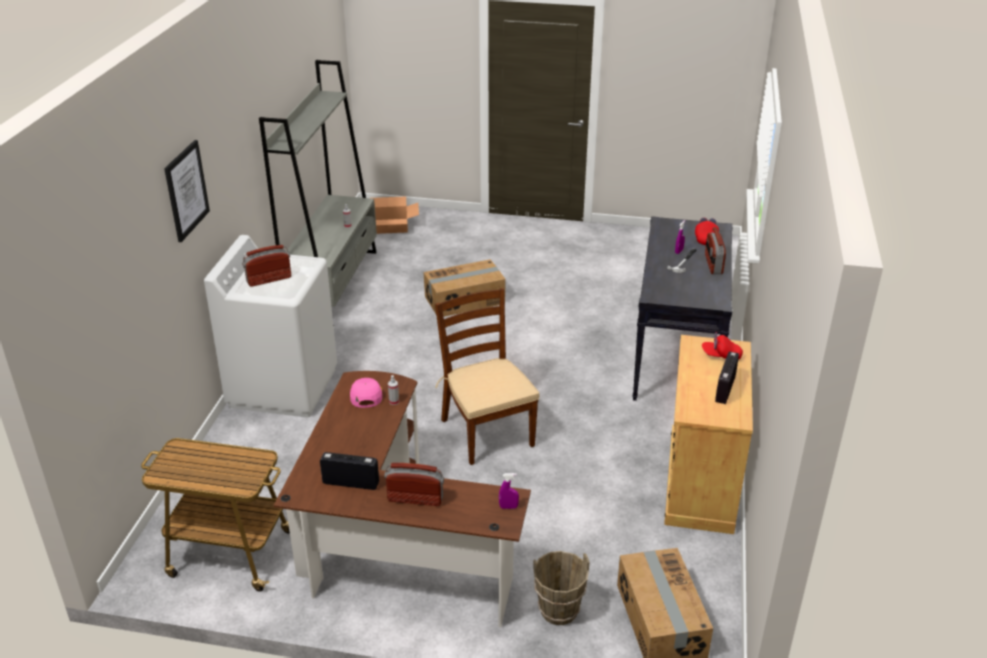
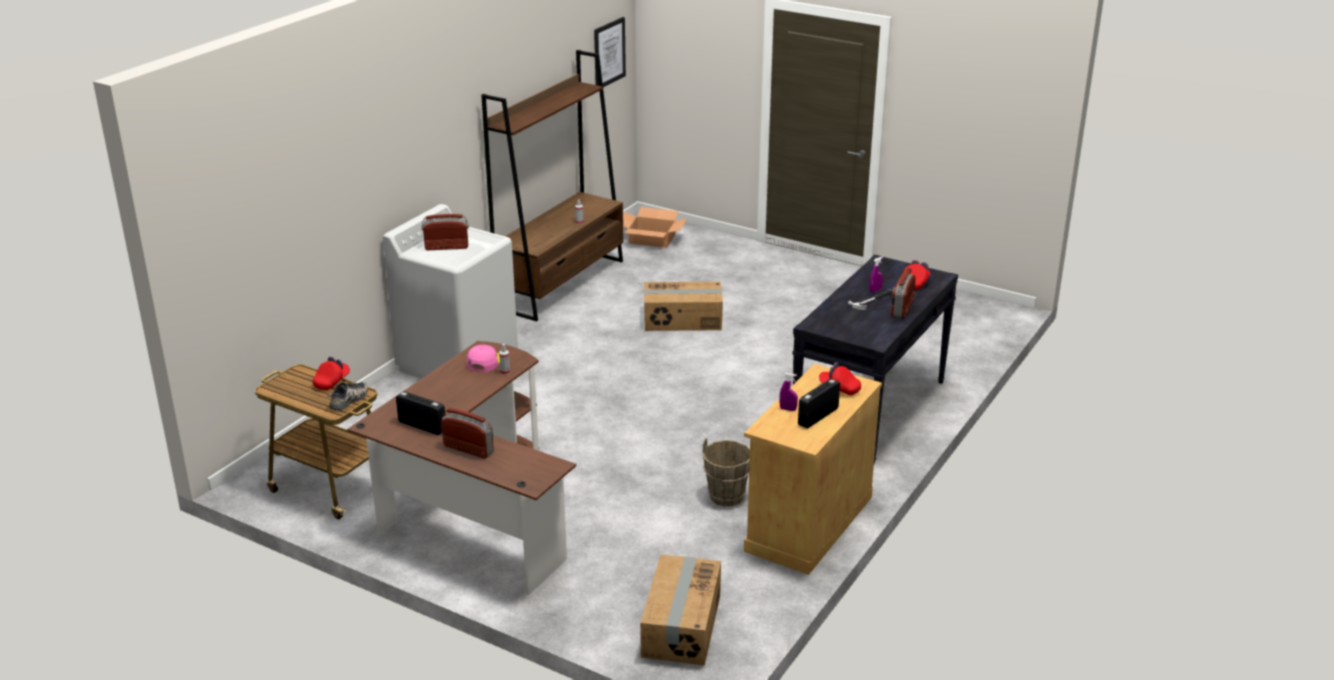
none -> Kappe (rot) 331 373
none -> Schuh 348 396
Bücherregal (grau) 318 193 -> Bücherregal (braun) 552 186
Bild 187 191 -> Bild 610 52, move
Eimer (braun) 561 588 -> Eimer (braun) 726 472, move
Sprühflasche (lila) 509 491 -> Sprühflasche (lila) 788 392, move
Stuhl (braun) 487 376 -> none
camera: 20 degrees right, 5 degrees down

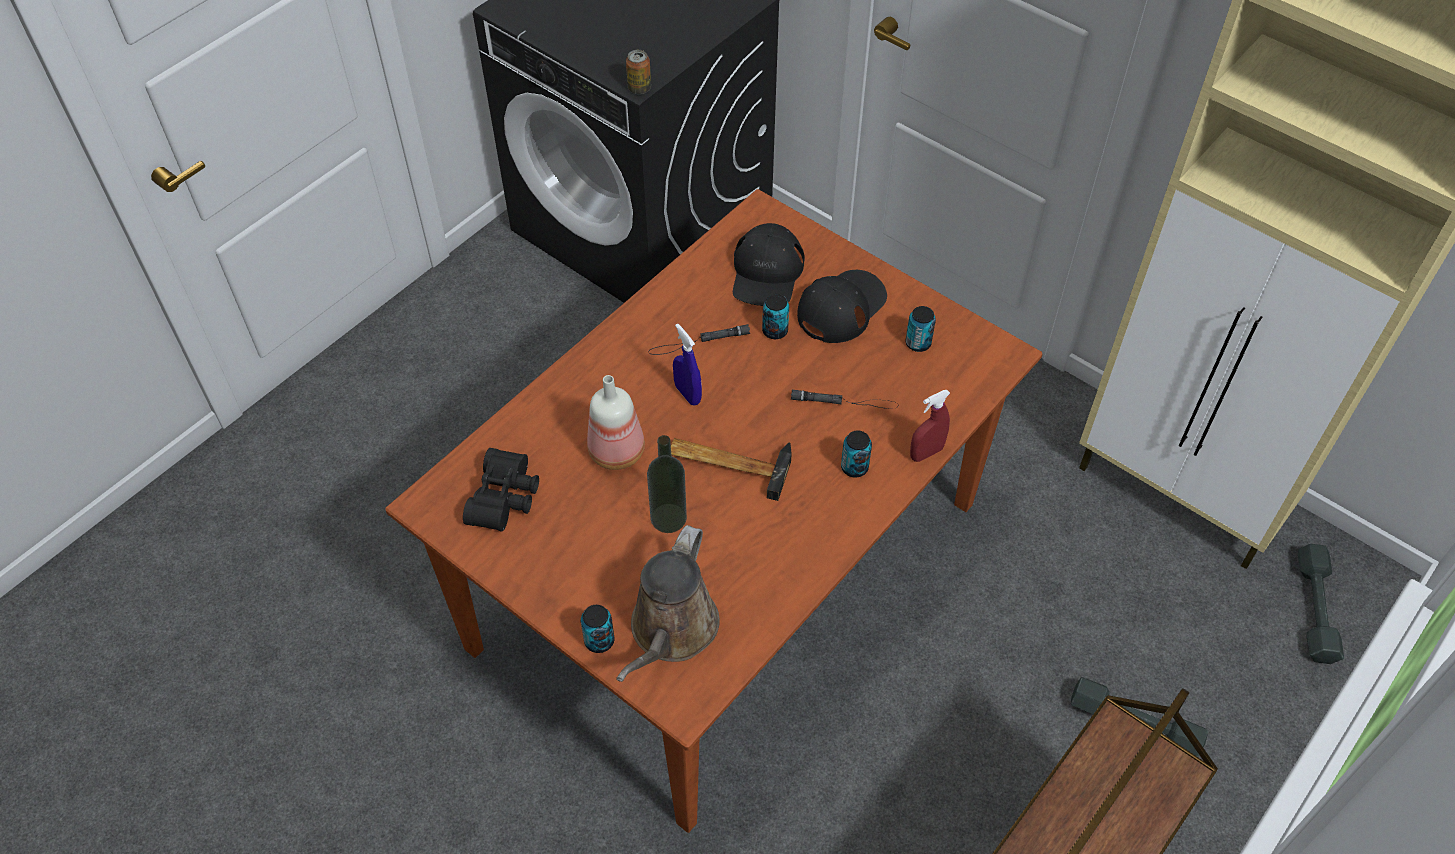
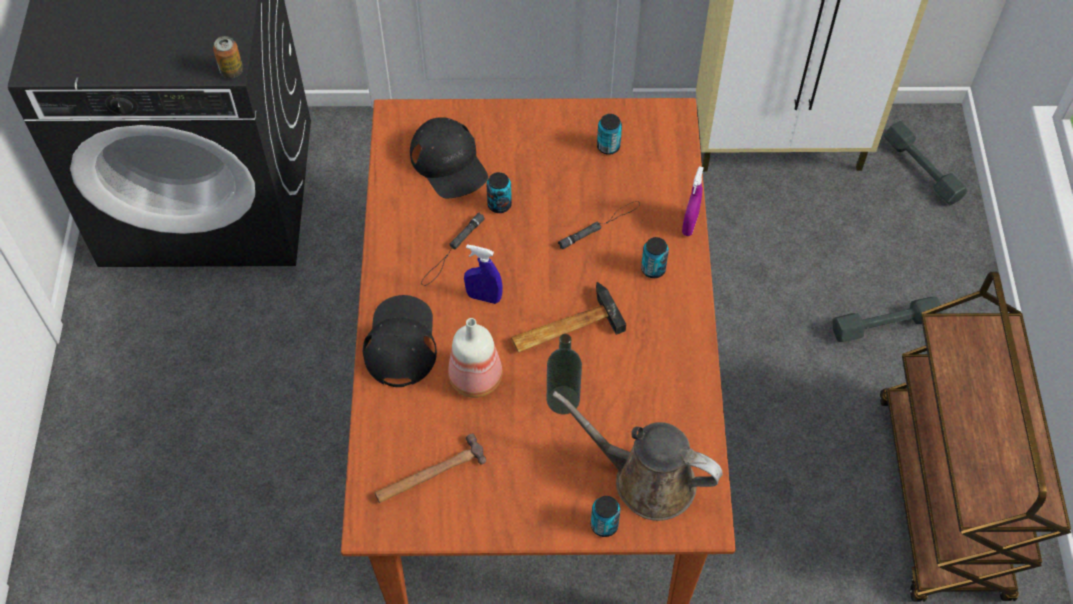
Kappe (schwarz) 842 306 -> Kappe (schwarz) 400 341, move
Fernglas (schwarz) 501 490 -> Hammer 430 468
Gießkanne (braun) 668 603 -> Gießkanne (braun) 637 456, 135 degrees clockwise
Sprühflasche (rot) 930 426 -> Sprühflasche (lila) 693 201
camera: 40 degrees left, 5 degrees up

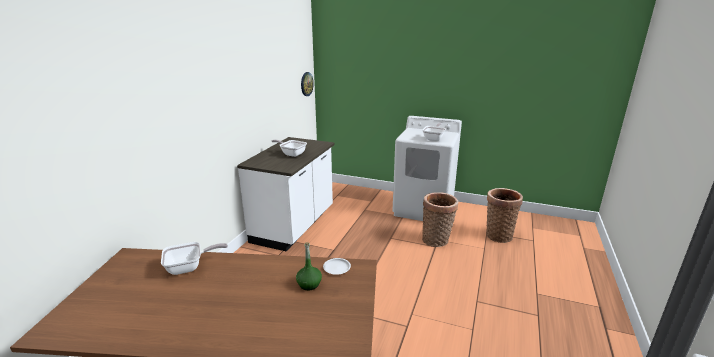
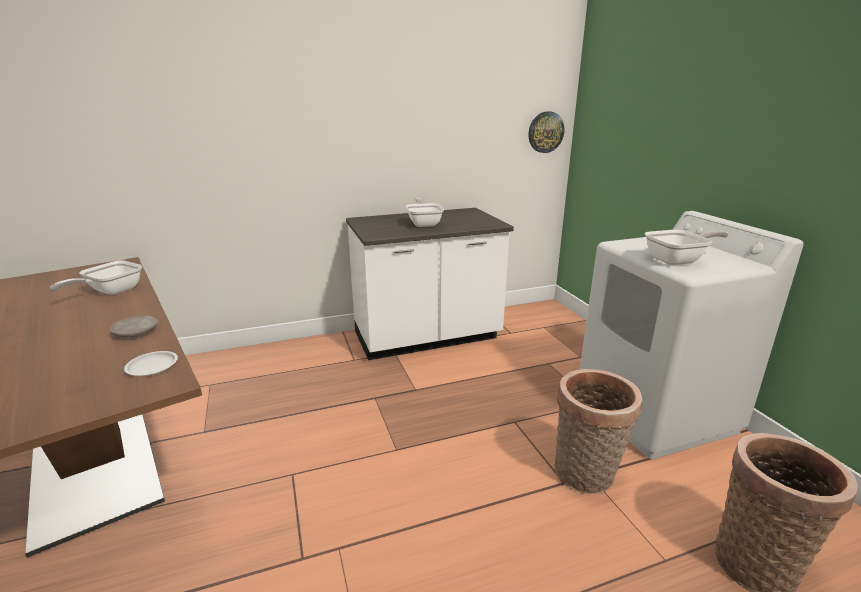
Pfanne 194 258 -> Pfanne 96 278, 90 degrees clockwise
none -> Teller (beige) 134 326
Flasche (grün) 309 266 -> none
camera: 50 degrees right, 0 degrees up

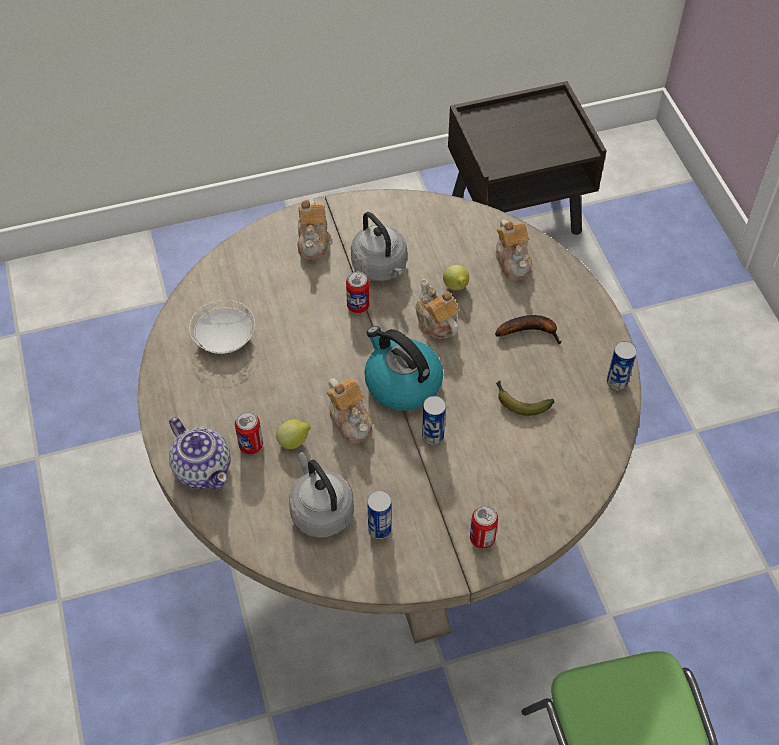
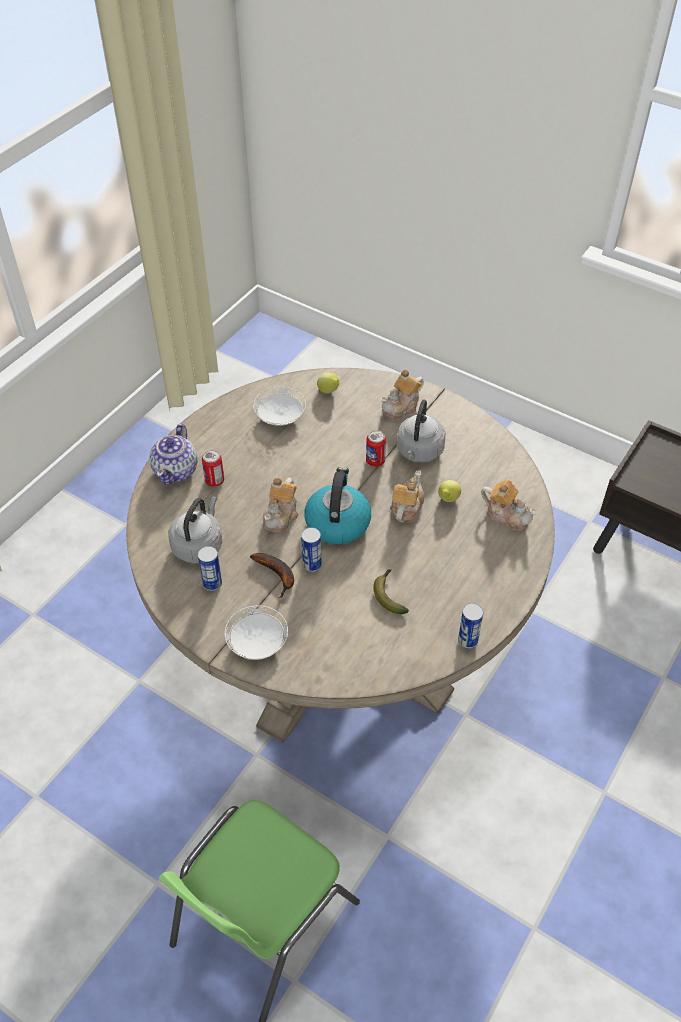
Dose 484 527 -> Teller (weiß) 256 633
Banane 528 329 -> Banane 272 575, move
Zitrone 293 434 -> Zitrone 328 383, move
Teekanne 514 250 -> Teekanne 509 505, 90 degrees counterclockwise
camera: 50 degrees right, 5 degrees down

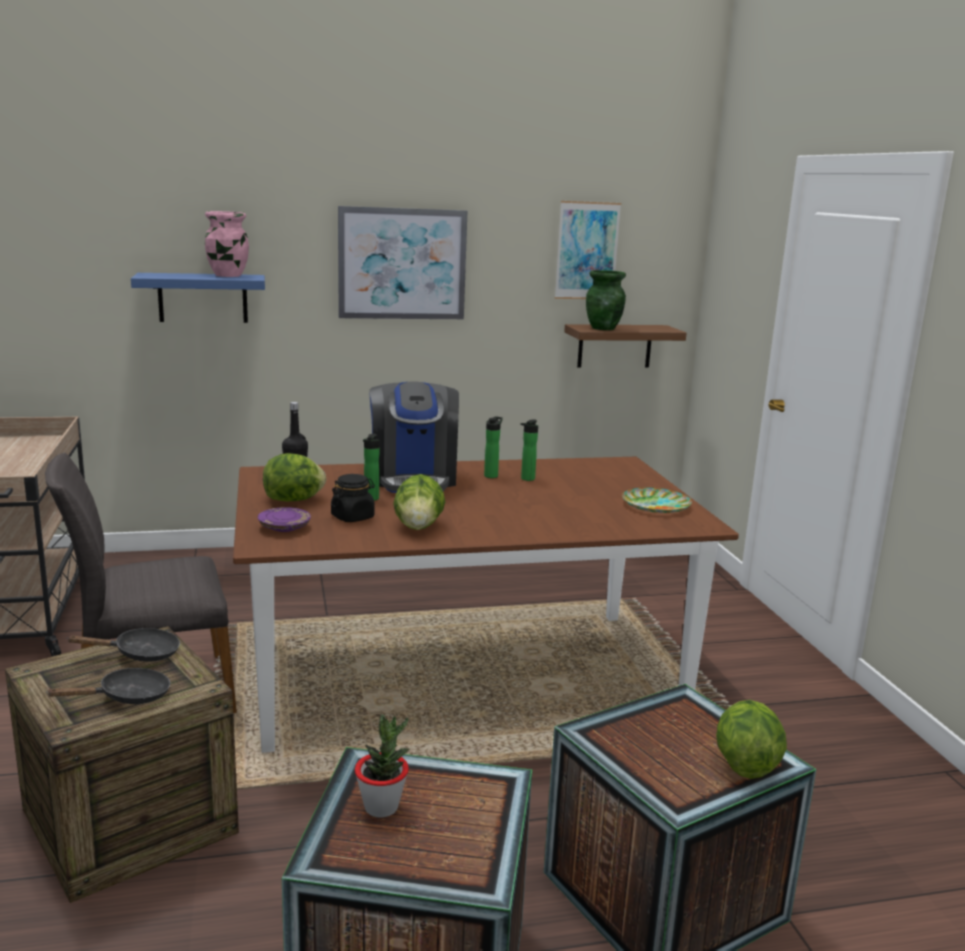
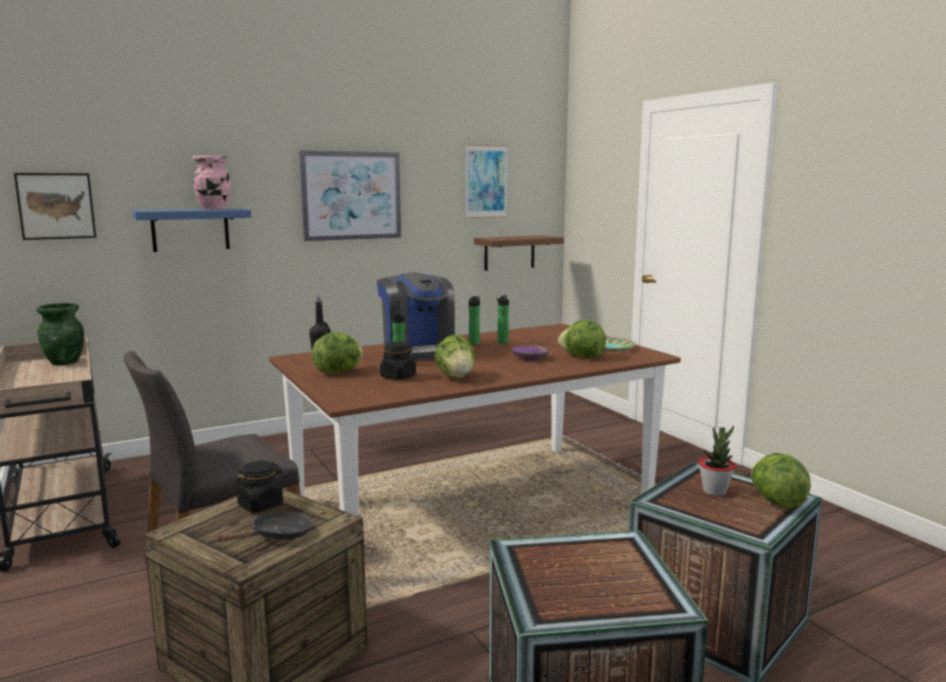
none -> Bild 55 206
Vase (grün) 606 300 -> Vase (grün) 60 334, move
Pfanne (schwarz) 123 645 -> Vorratsglas (schwarz) 259 486
Teller (lila) 284 520 -> Teller (lila) 530 353, move
none -> Salatkopf 582 339
Topfpflanze 382 765 -> Topfpflanze 717 461, move
camera: 15 degrees left, 5 degrees down

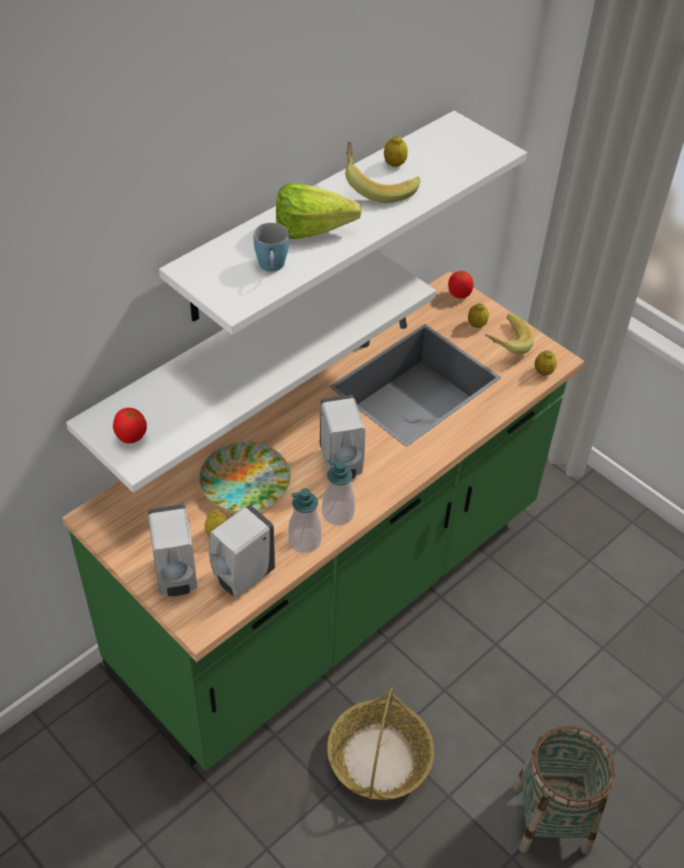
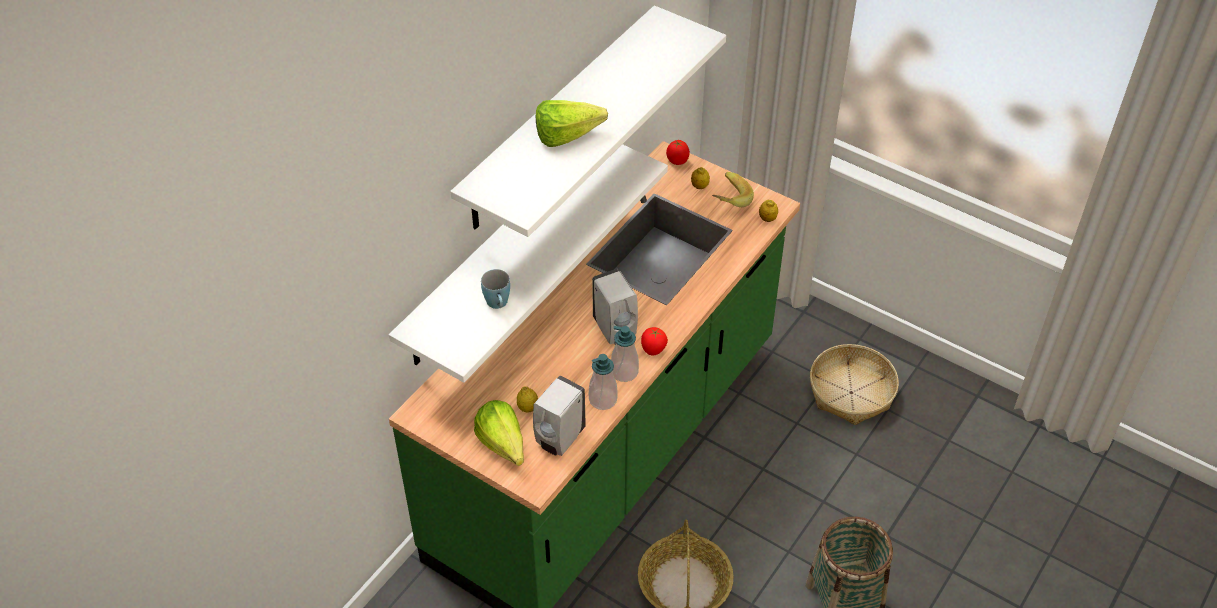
Seifenspender (weiß) 172 550 -> Salatkopf 499 433
Henkelbecher (blau) 271 247 -> Henkelbecher (blau) 495 289, move
Tomate 130 426 -> Tomate 654 341, move
none -> Korb 854 384
Teller 244 477 -> none
Banane 383 172 -> none
Zitrone 396 151 -> none
camera: 10 degrees left, 0 degrees up

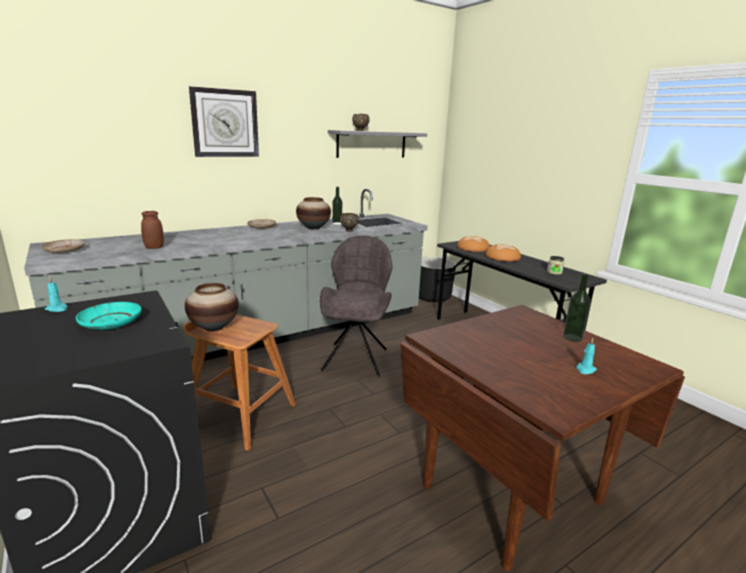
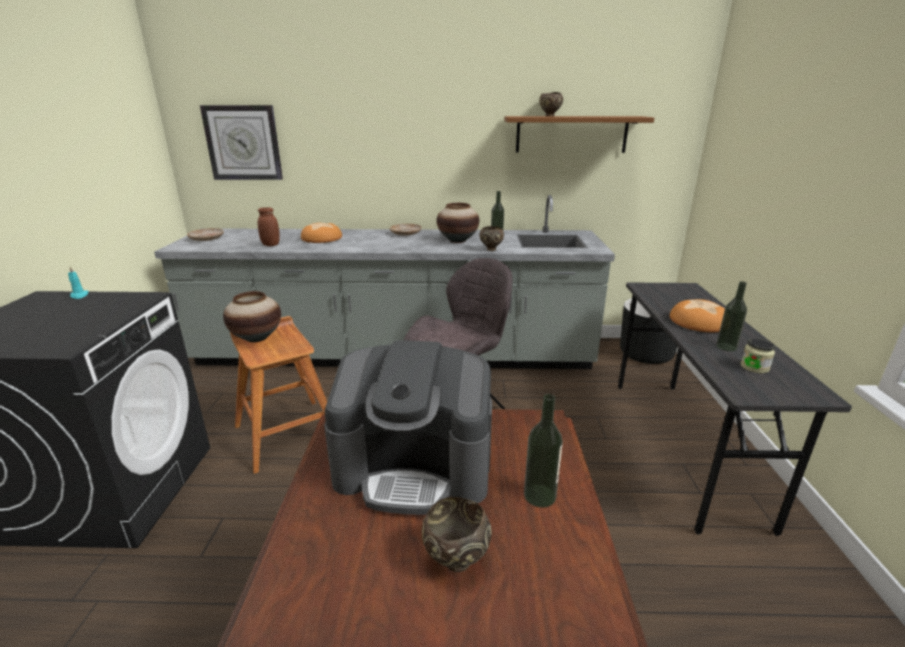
Wanduhr 224 121 -> Wanduhr 241 142, move
Brot 473 244 -> Brot 321 233, move
none -> Kaffeemaschine 408 427
Kerze (türkis) 586 356 -> Schüssel (braun) 457 534
Wandregal (grau) 377 144 -> Wandregal (braun) 579 134
none -> Flasche 731 316
Teller (türkis) 109 316 -> none
camera: 35 degrees right, 5 degrees up

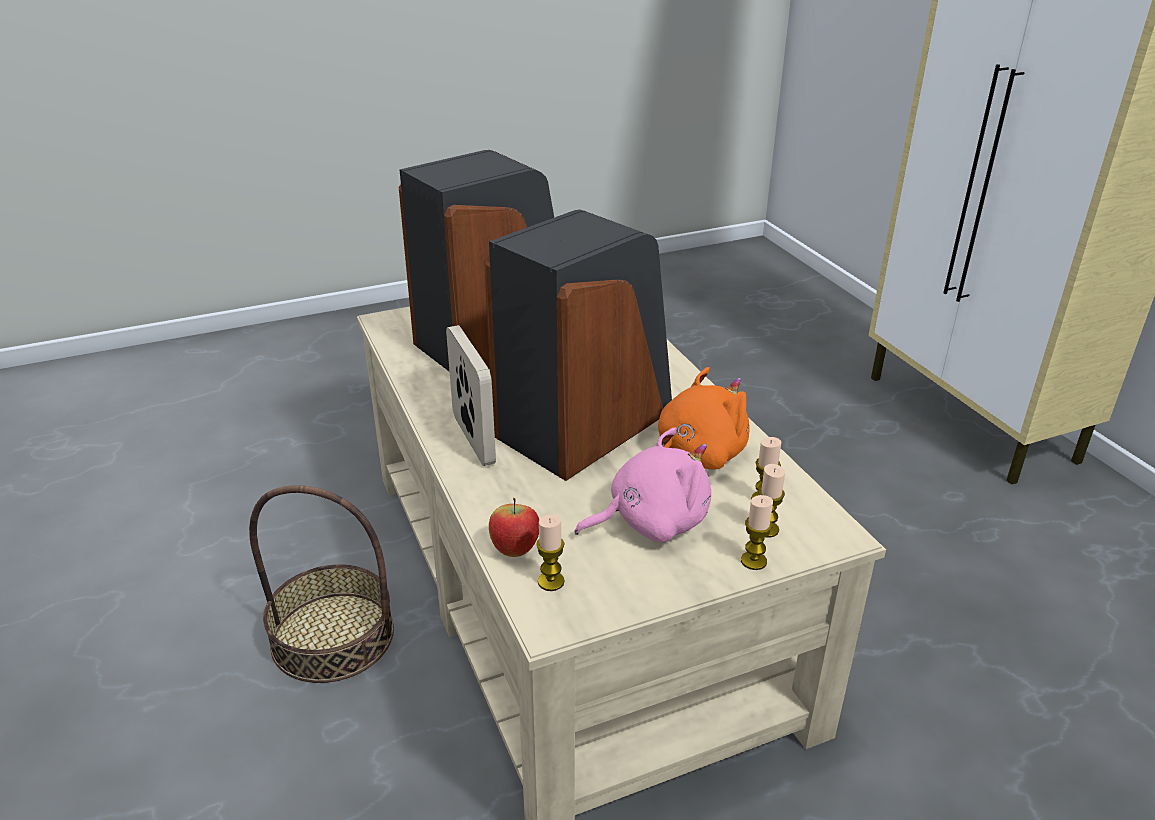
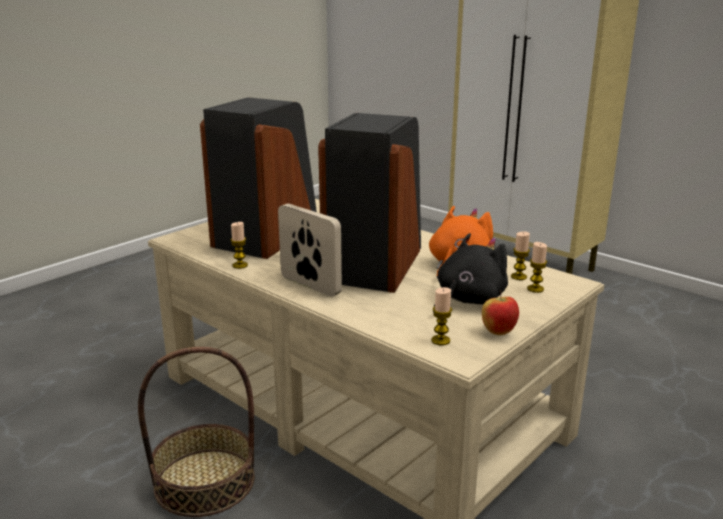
Kerze 757 532 -> Kerze 239 245, move
Plüschtier (rosa) 643 484 -> Plüschtier (schwarz) 470 273
Apfel 514 527 -> Apfel 500 312, move
camera: 25 degrees left, 10 degrees down

